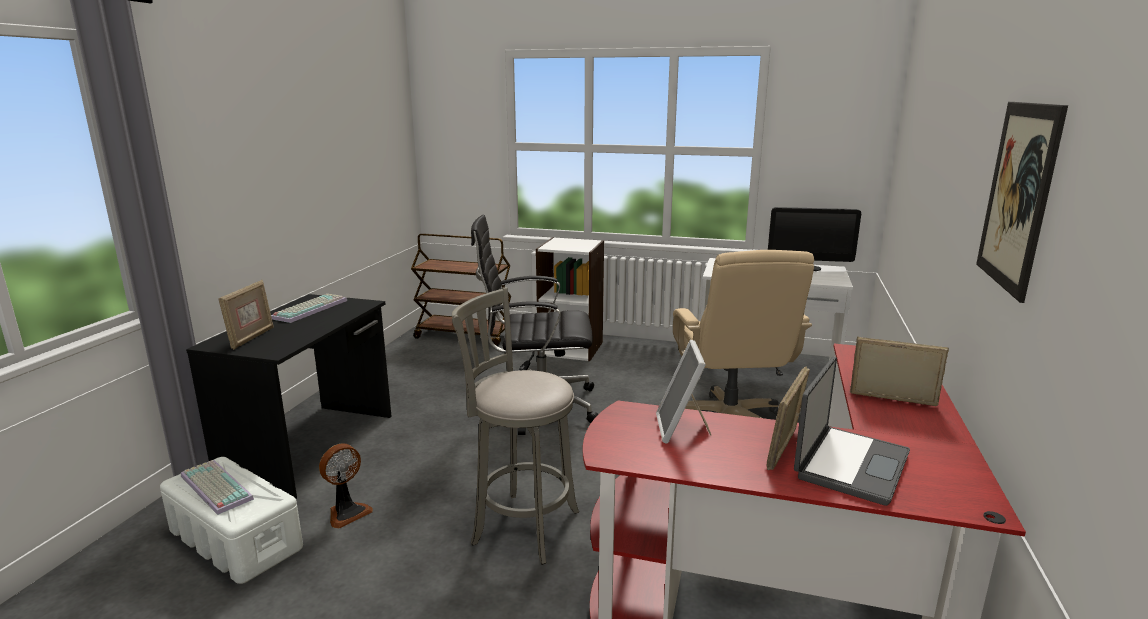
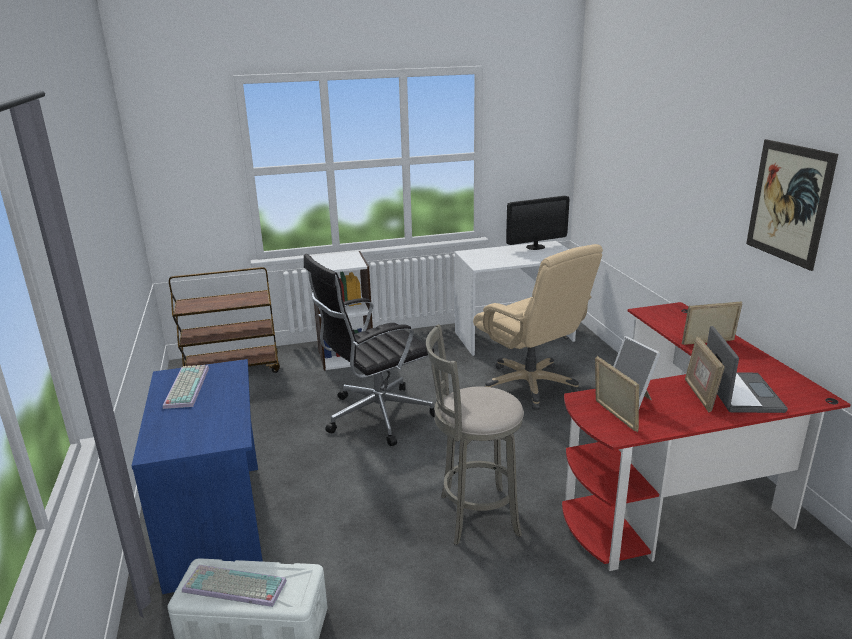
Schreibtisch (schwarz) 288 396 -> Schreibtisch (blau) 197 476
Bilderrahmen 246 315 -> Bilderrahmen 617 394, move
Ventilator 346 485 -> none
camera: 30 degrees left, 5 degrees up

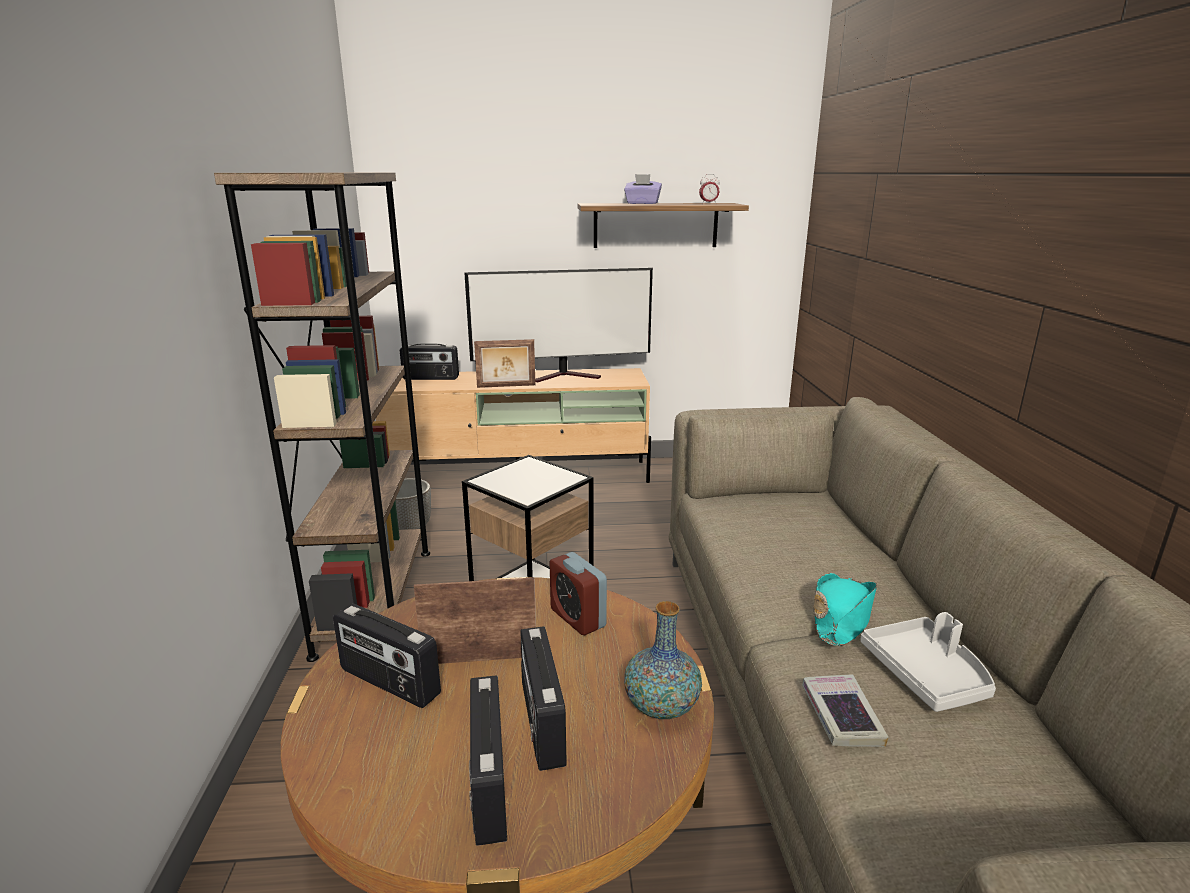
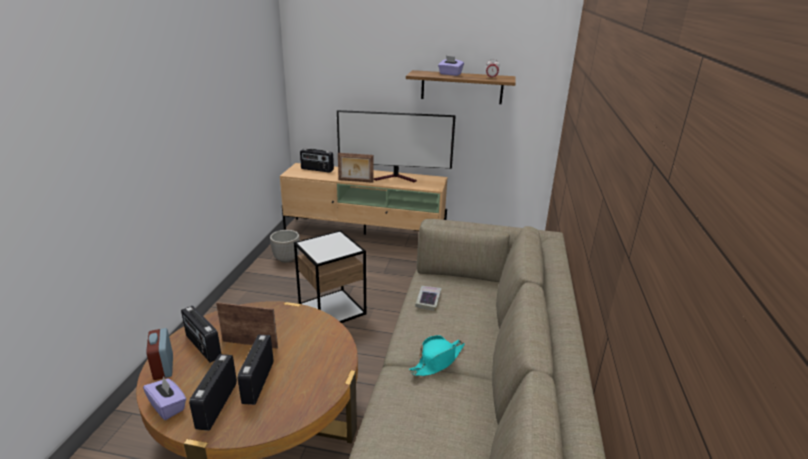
none -> Taschentuchbox (lila) 164 398
Wecker 578 593 -> Wecker 159 354, move
Buch 845 711 -> Buch 428 298, move
Bücherregal (braun) 322 417 -> none
Vase 663 660 -> none
Tablett (grau) 928 662 -> none
camera: 15 degrees right, 5 degrees up

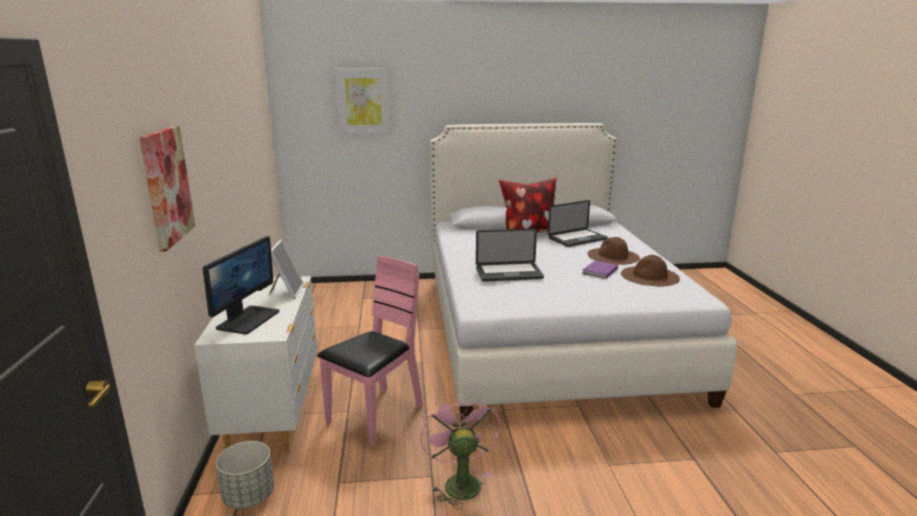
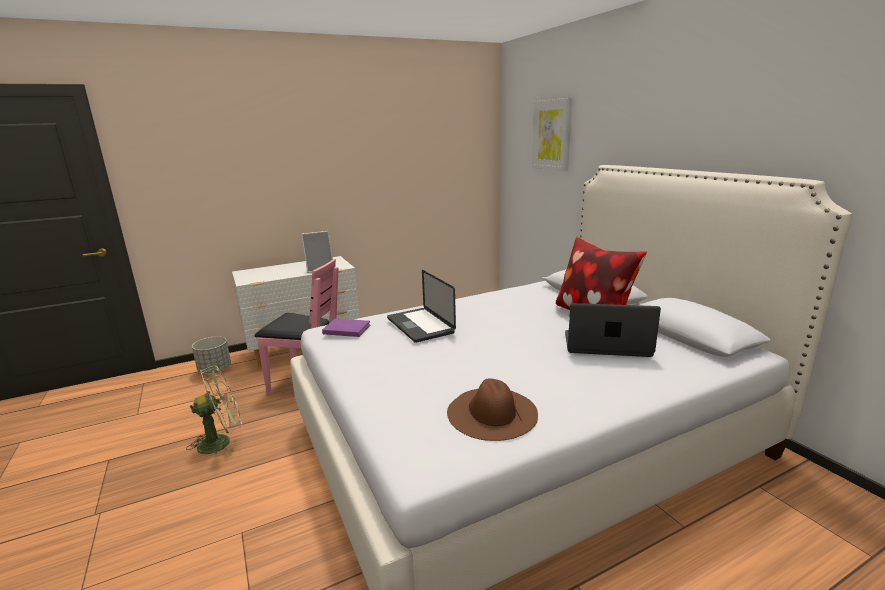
Ventilator (rosa) 460 451 -> Ventilator (grün) 214 410
Buch (lila) 600 270 -> Buch (lila) 346 327, move
Laptop 578 223 -> Laptop 613 330, 150 degrees clockwise
Bild 167 189 -> none
Monitor 241 285 -> none
Hut (braun) 613 251 -> none
camera: 70 degrees right, 0 degrees up

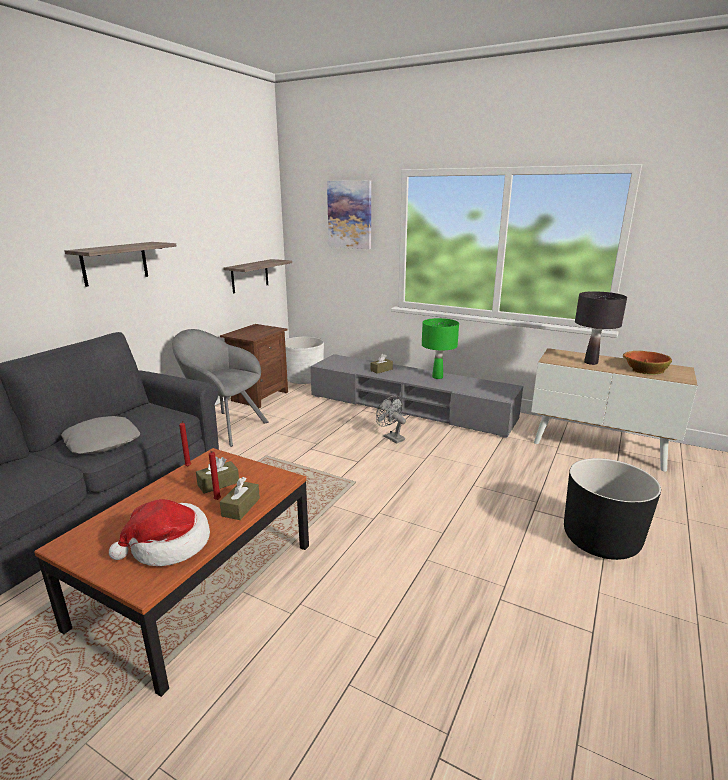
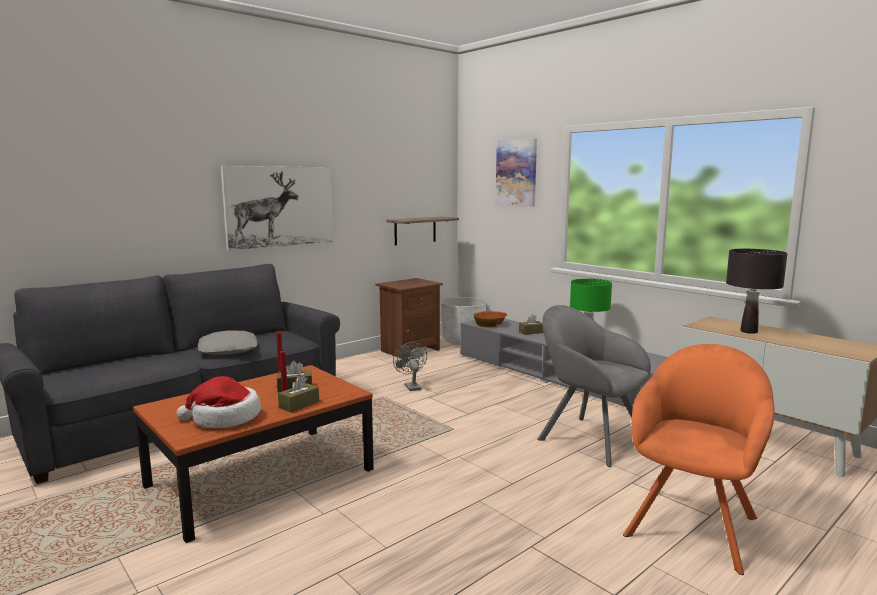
Wandregal 120 264 -> Bild 277 208
Ventilator (grau) 391 419 -> Ventilator (grau) 410 366, move
Schüssel 647 363 -> Schüssel 490 319, move
Sessel (grau) 220 388 -> Sessel (grau) 594 386, move
Pflanzkübel (schwarz) 612 509 -> Sessel (orange) 699 459
camera: 20 degrees right, 10 degrees down

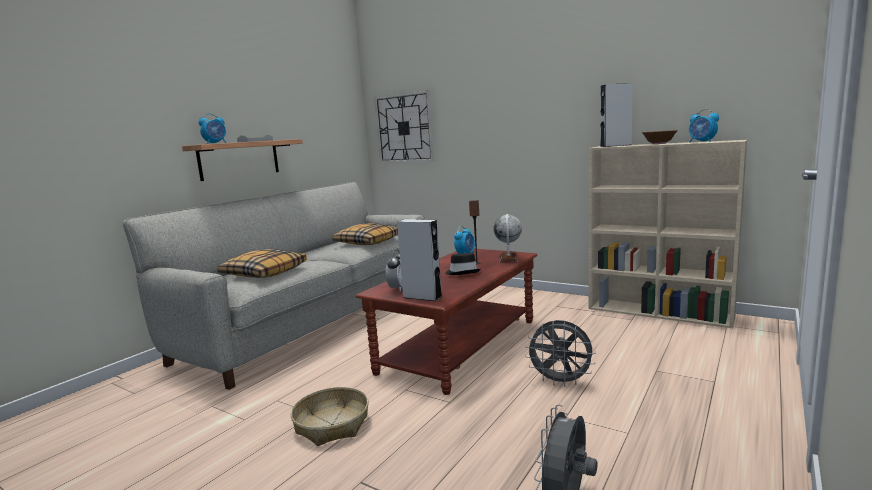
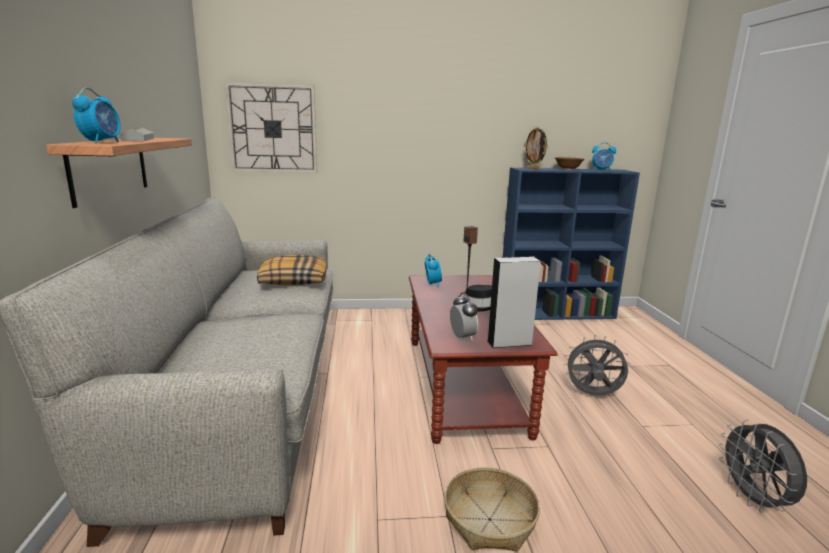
Bücherregal (beige) 668 234 -> Bücherregal (blau) 571 244
Lautsprecher (grau) 616 115 -> Bilderrahmen 536 148
Ventilator (grau) 560 353 -> Ventilator (grau) 596 365, 150 degrees counterclockwise
Kissen 262 263 -> none
Globus 507 238 -> none
camera: 40 degrees left, 5 degrees up

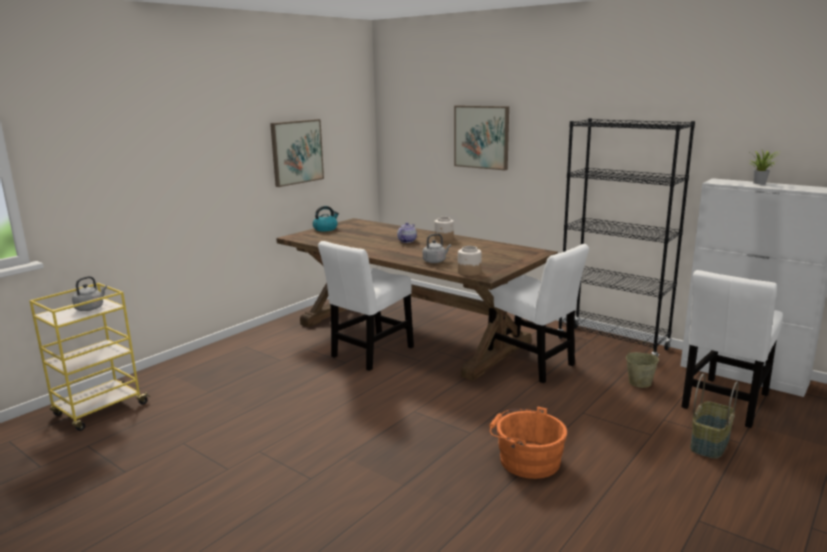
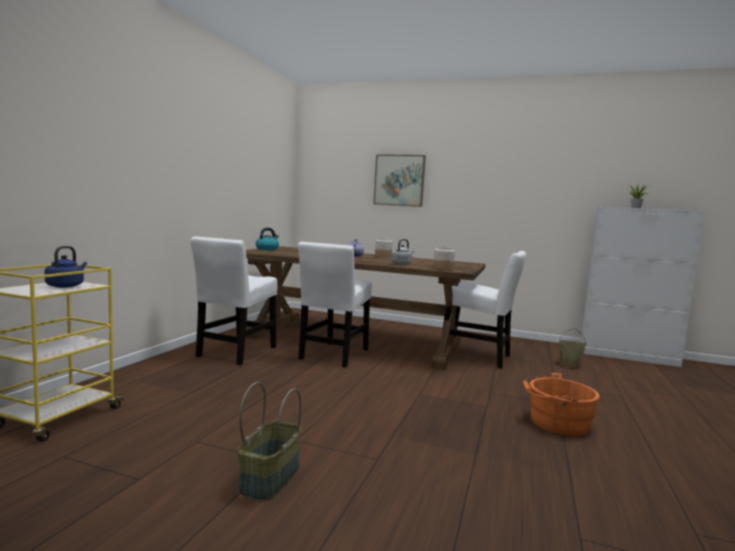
Wasserkessel (grau) 89 293 -> Wasserkessel (blau) 65 267
Stuhl (weiß) 732 349 -> Stuhl (weiß) 234 300, move
Korb 714 416 -> Korb 270 441, move
Bild 297 153 -> none
Bücherregal (schwarz) 626 237 -> none
camera: 20 degrees left, 10 degrees down

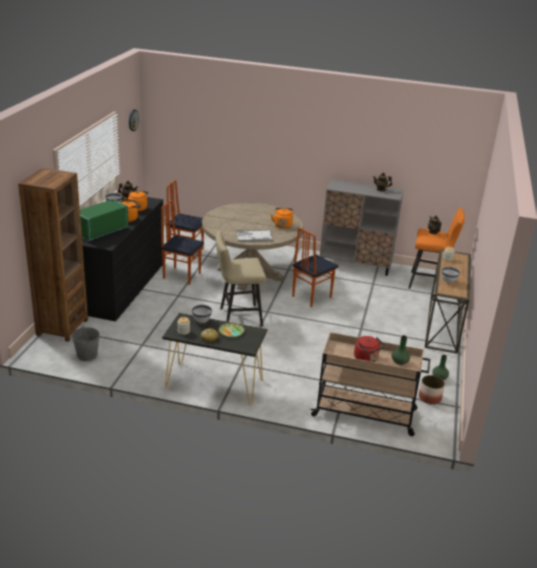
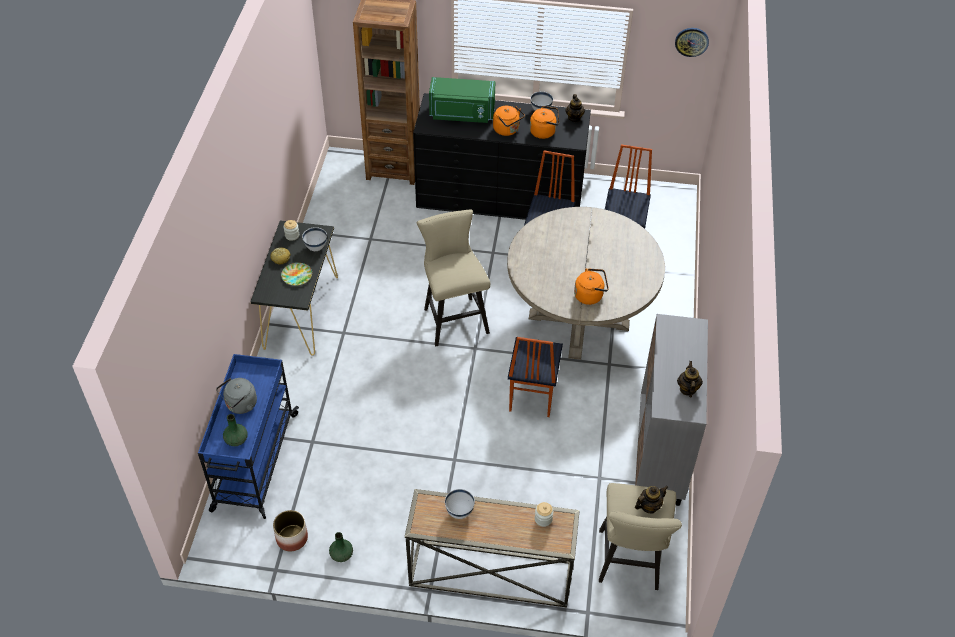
Rollwagen (beige) 370 384 -> Rollwagen (blau) 248 436
Wasserkessel (rot) 369 349 -> Wasserkessel (grau) 236 396
Mikrowelle (grün) 104 220 -> Mikrowelle (grün) 462 100, 150 degrees clockwise
Stuhl 315 267 -> Stuhl 535 377, 120 degrees counterclockwise
Hocker (orange) 436 248 -> Hocker (beige) 640 536
Eimer (grau) 85 343 -> none
Tablett 254 236 -> none
camera: 85 degrees right, 20 degrees up

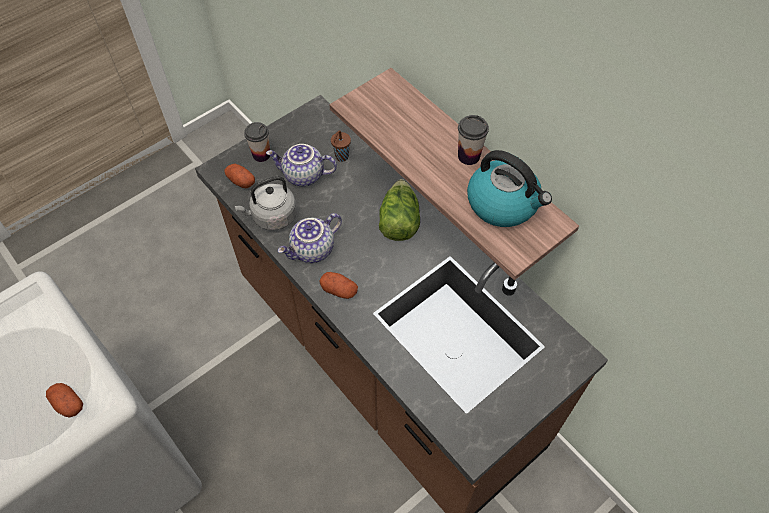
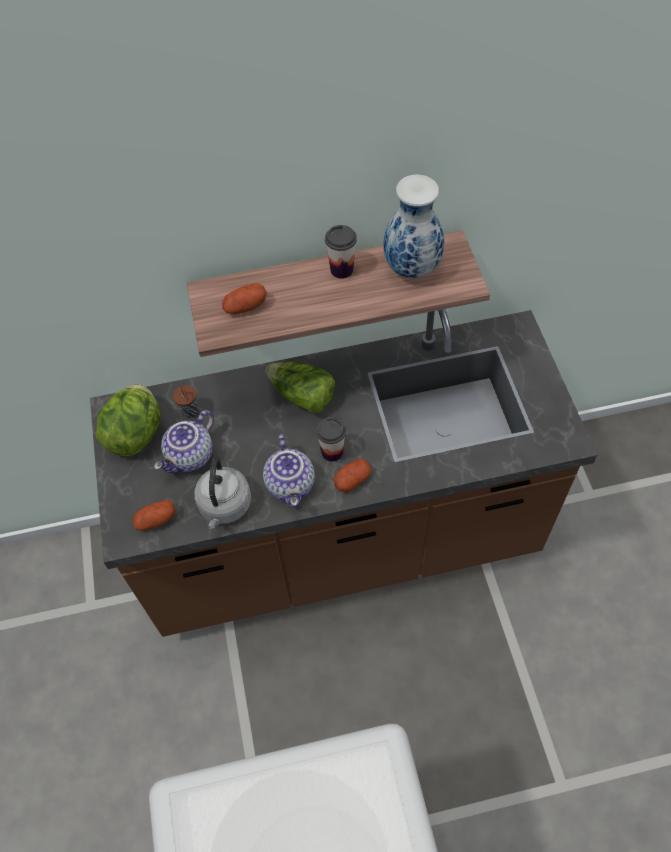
none -> Salatkopf 128 420
Kartoffel 64 400 -> Kartoffel 244 298, move
Tasse 257 142 -> Tasse 331 440, move
Wasserkessel 509 188 -> Vase 413 226
camera: 60 degrees left, 0 degrees up

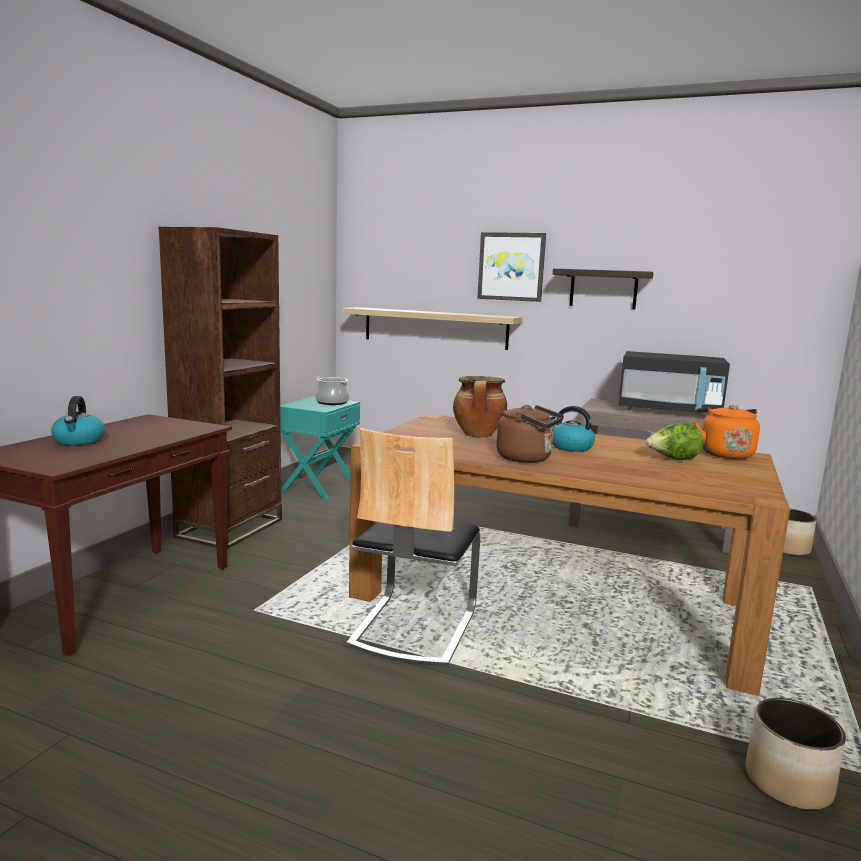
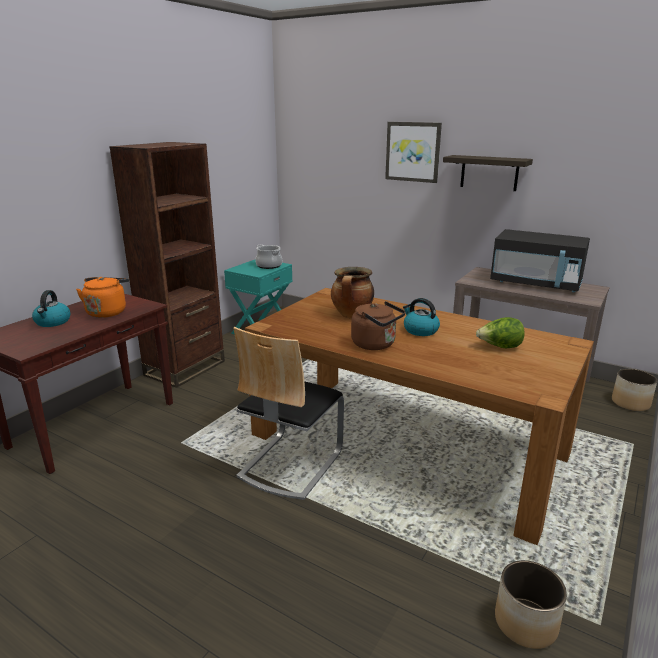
Wasserkessel (orange) 727 432 -> Wasserkessel (orange) 102 297, move
Wandregal 431 328 -> none
camera: 10 degrees right, 10 degrees up

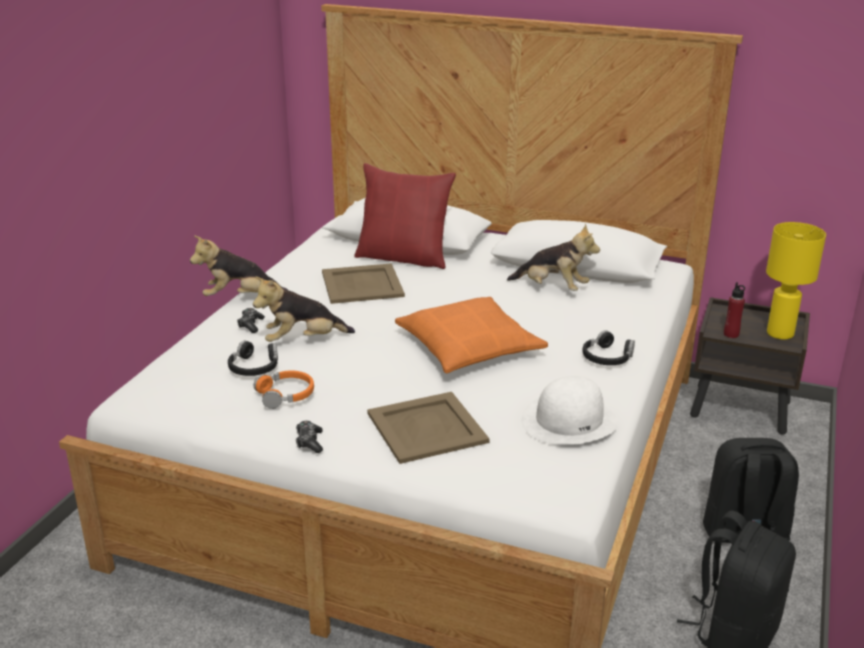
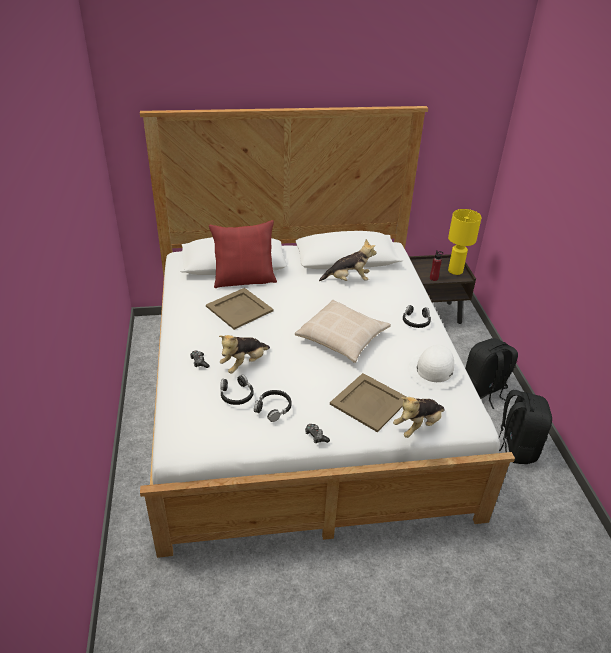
Kopfhörer (orange) 283 389 -> Kopfhörer (schwarz) 273 406
Kissen (orange) 471 335 -> Kissen (beige) 343 331
Plüschtier 239 265 -> Plüschtier 419 417, move
camera: 30 degrees left, 10 degrees up

